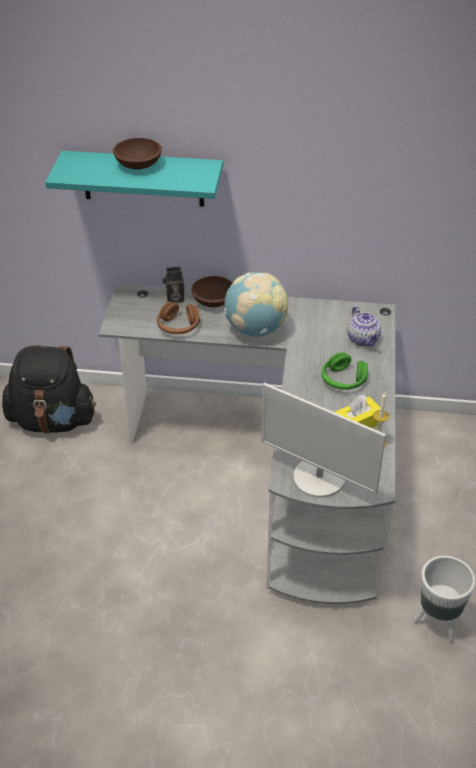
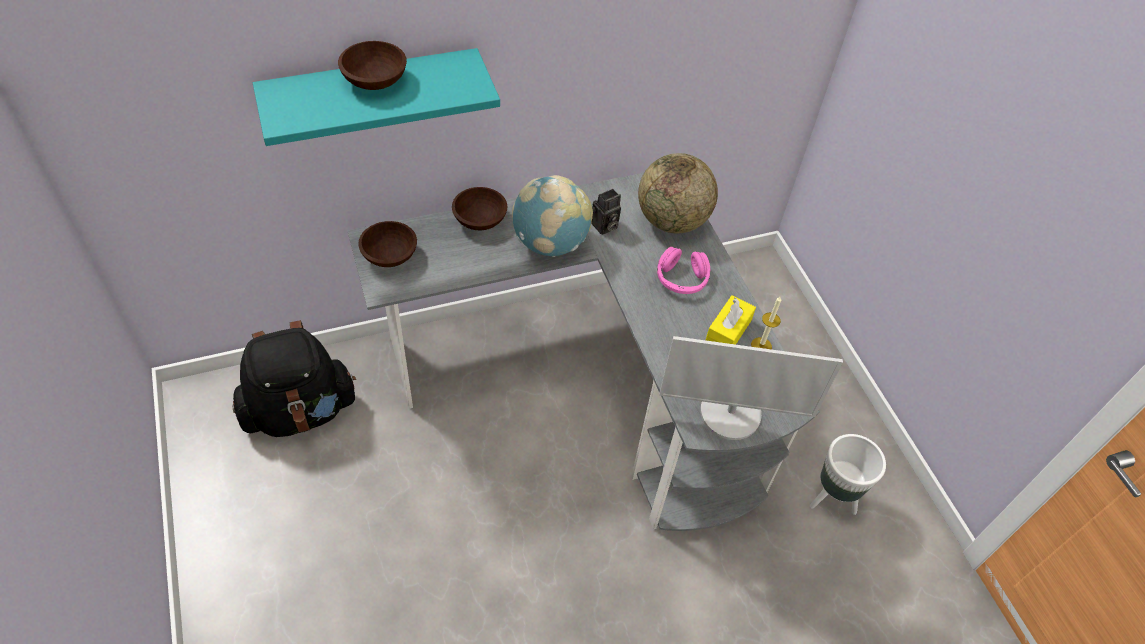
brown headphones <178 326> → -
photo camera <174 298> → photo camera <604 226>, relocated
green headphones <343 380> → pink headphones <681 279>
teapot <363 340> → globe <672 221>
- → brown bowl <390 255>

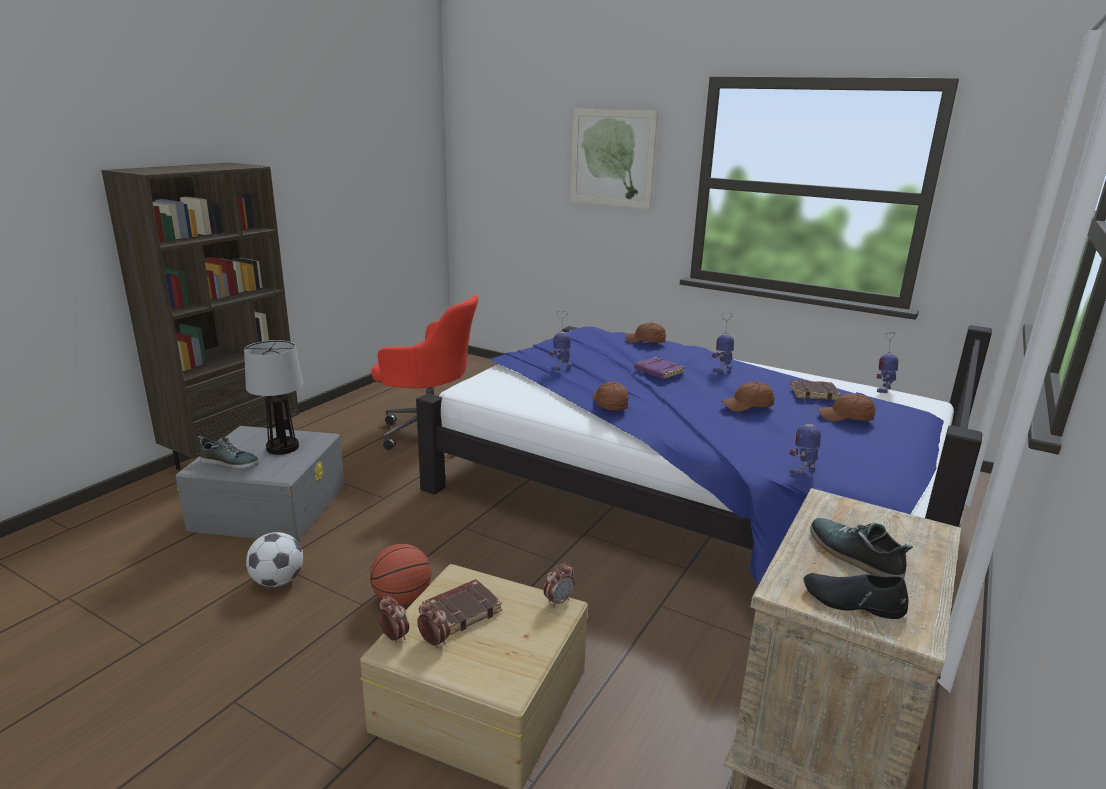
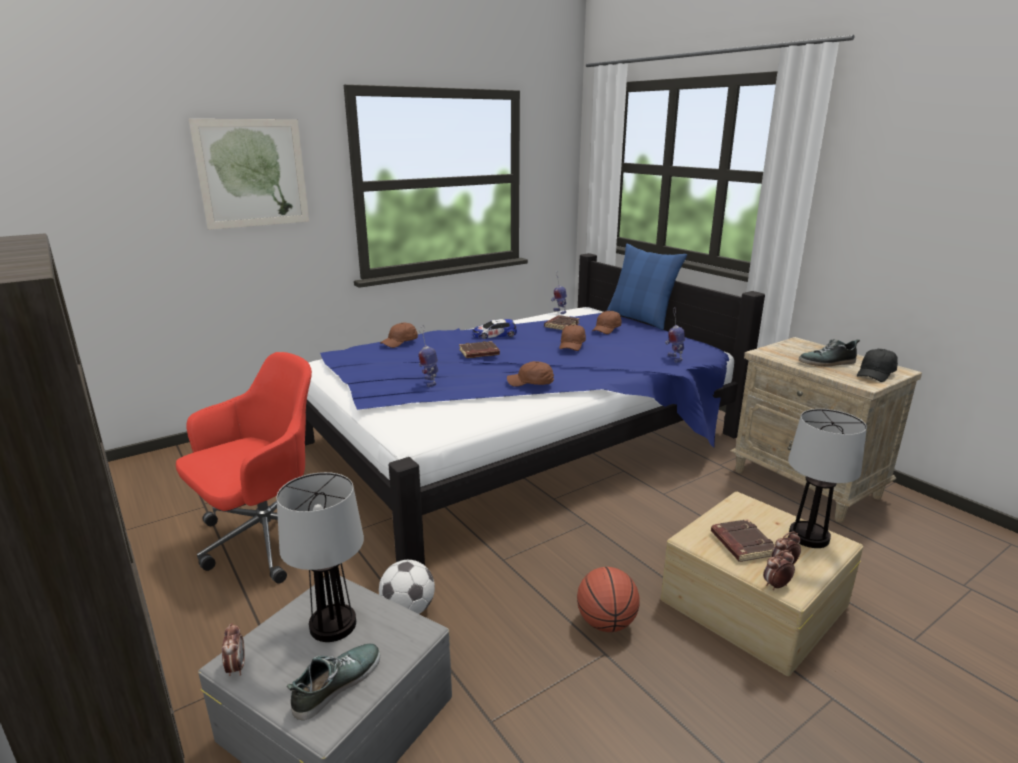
football <278 581> → football <408 610>, relocated
alarm clock <558 601> → alarm clock <236 667>, relocated
purple book <657 372> → brown book <479 353>
toy robot <723 369> → toy car <494 335>
black shoe <852 602> → black cap <875 374>
- → blue pillow <640 319>
- → table lamp <808 536>

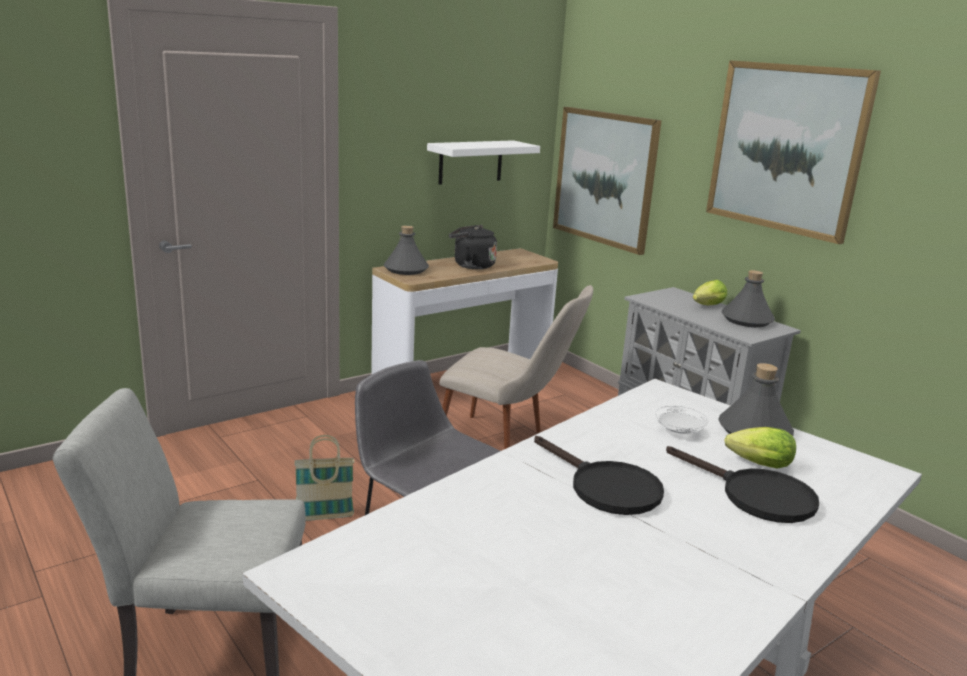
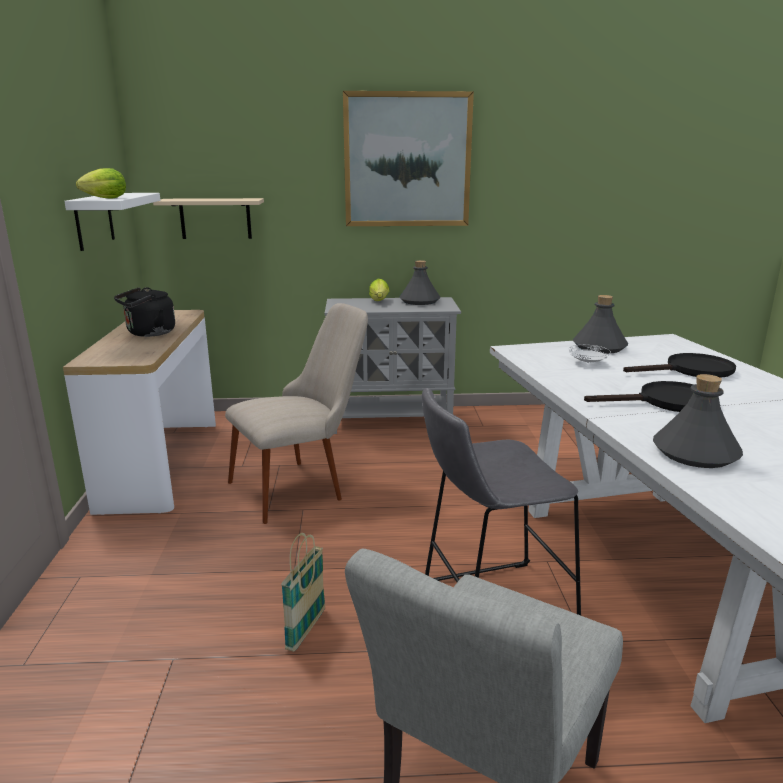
grey bottle <406 270> → grey bottle <696 453>, relocated
picture <605 178> → beige shelf <215 218>
lettuce <755 464> → lettuce <103 198>, relocated

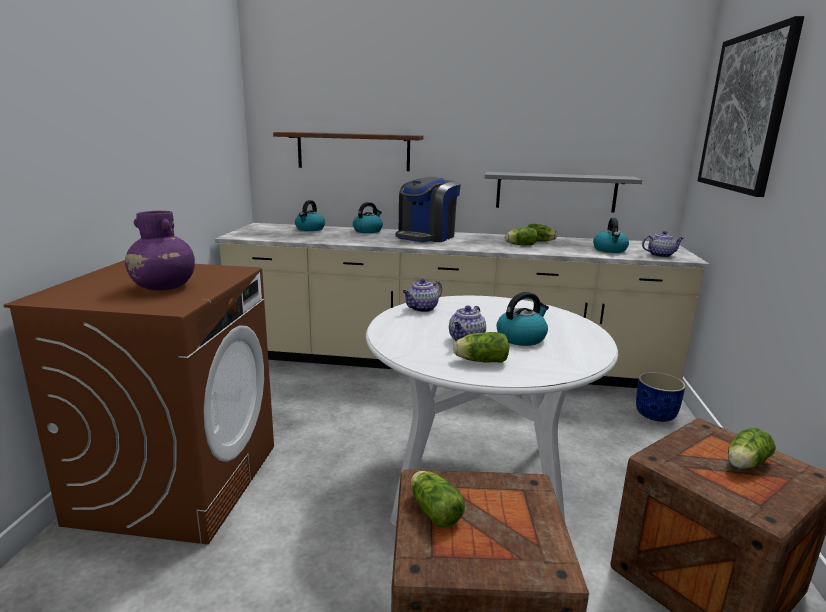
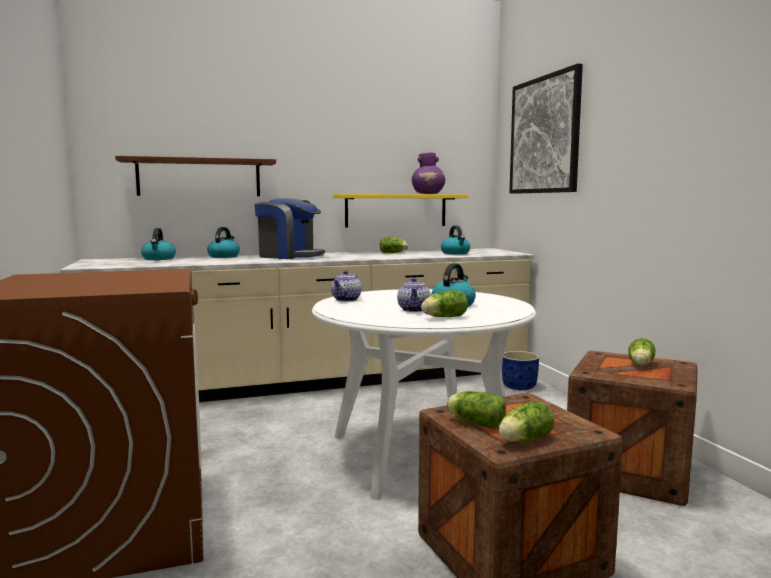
purple vase <164 287> → purple vase <428 194>, relocated
coffee machine <426 236> → coffee machine <289 256>, 75 degrees counterclockwise
grey shelf <556 192> → yellow shelf <396 210>
lettuce <519 245> → lettuce <523 440>, relocated
teapot <660 255> → -

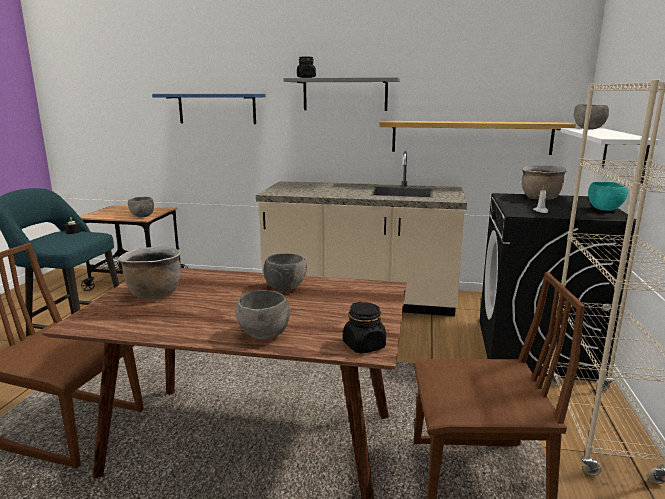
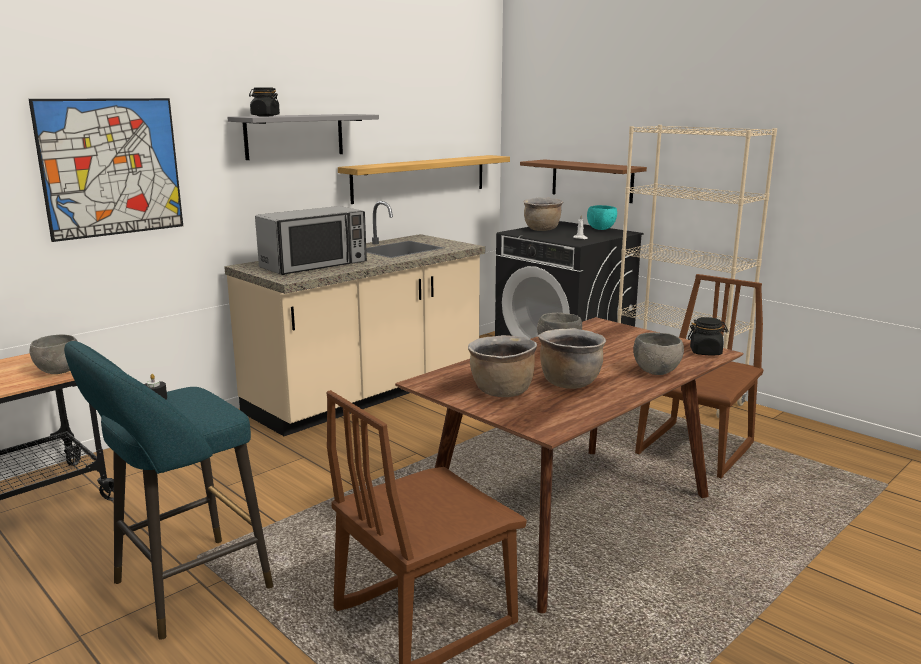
blue shelf <217 108> → picture <111 167>
white shelf <624 154> → brown shelf <592 180>
grey bowl <589 129> → -
- → microwave <314 265>
- → brown cooking pot <569 383>

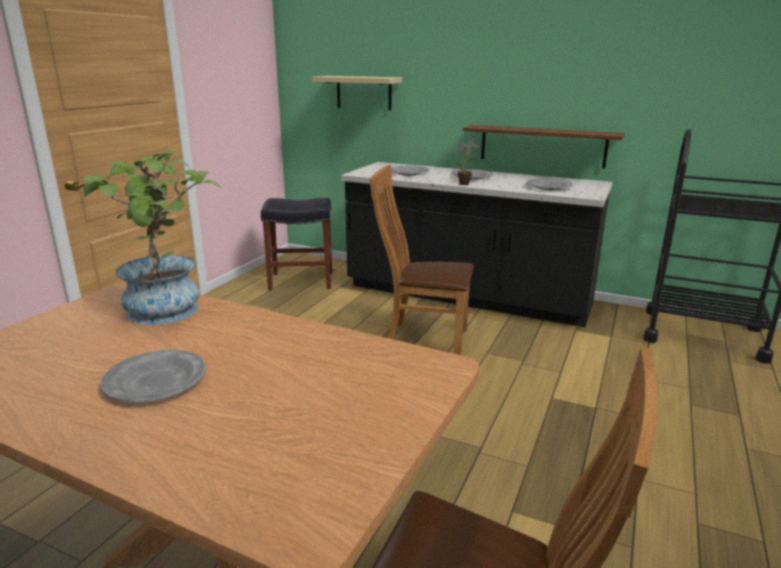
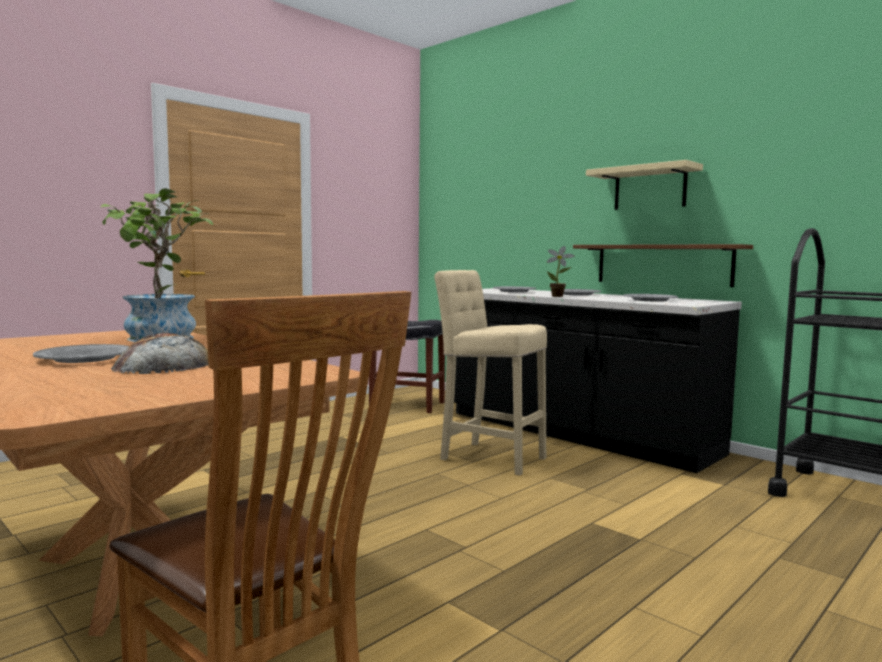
beige shelf <364 92> → beige shelf <650 188>, relocated
brown chair <422 337> → beige stool <488 457>
- → bread <164 364>

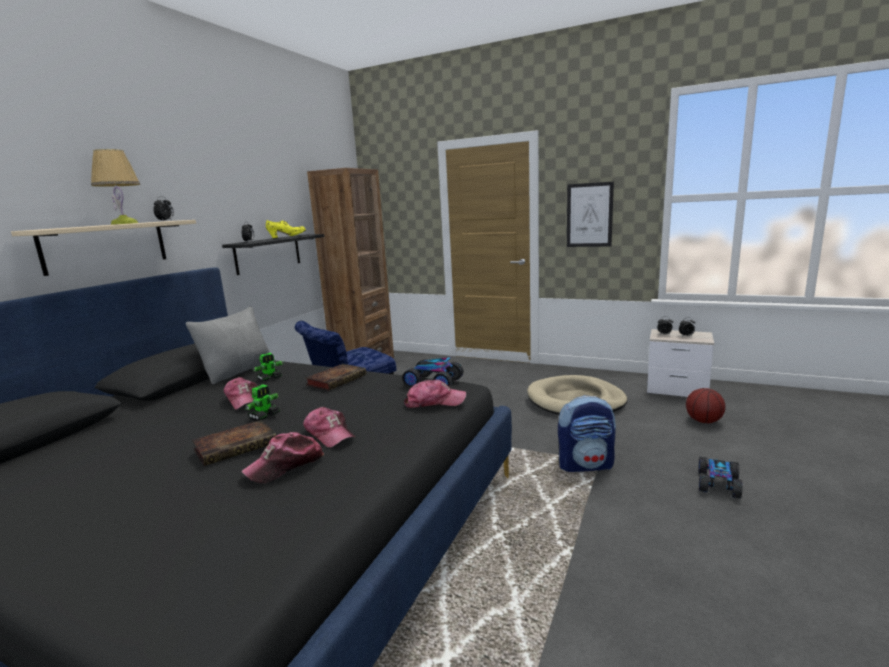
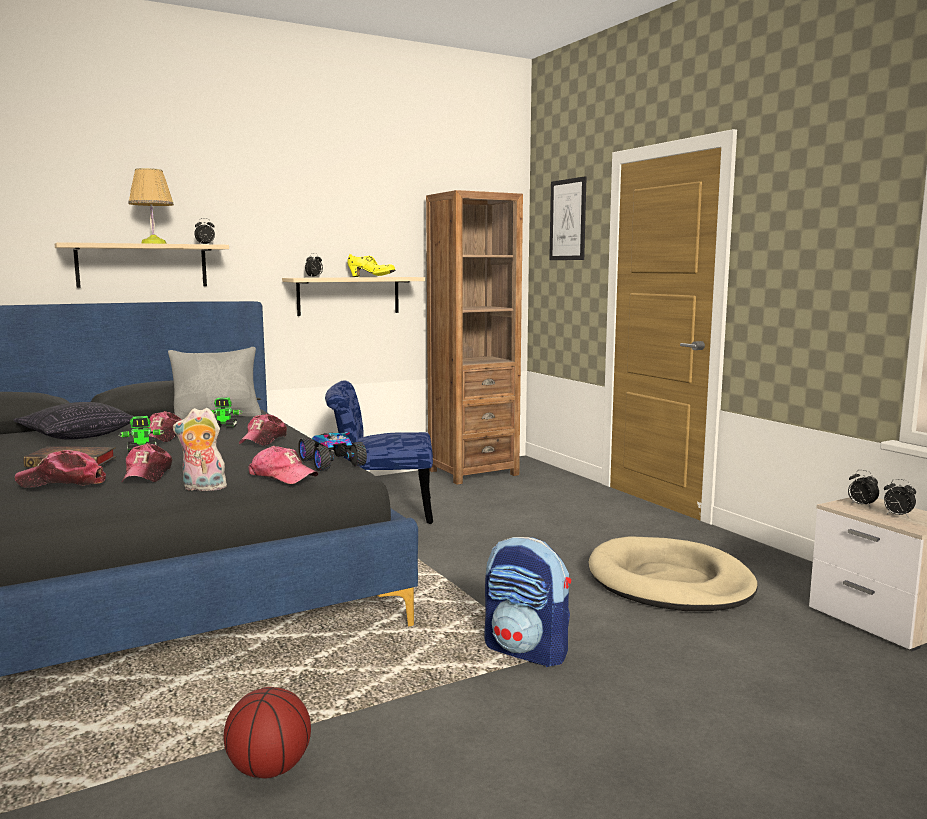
black shelf <268 253> → beige shelf <348 295>
book <337 379> → cap <264 440>
picture <589 215> → picture <568 220>, relocated
basketball <703 421> → basketball <270 769>, relocated
toy car <719 484> → -
- → pillow <79 436>
- → plush toy <202 488>

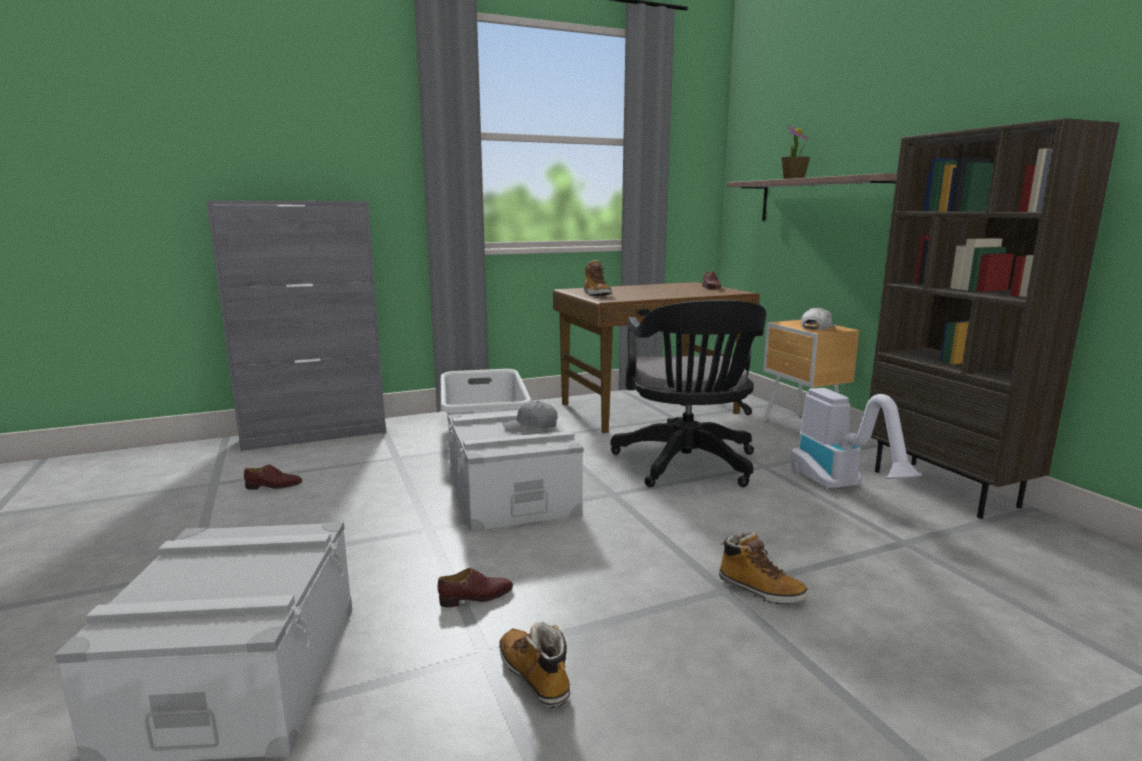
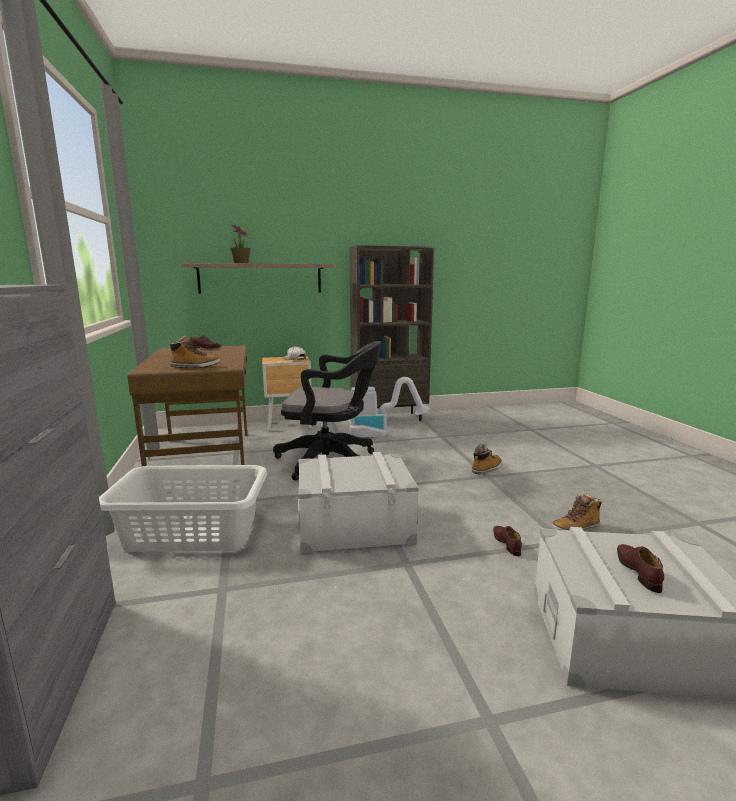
brown shoe <274 486> → brown shoe <638 571>, relocated
grey cap <531 427> → -

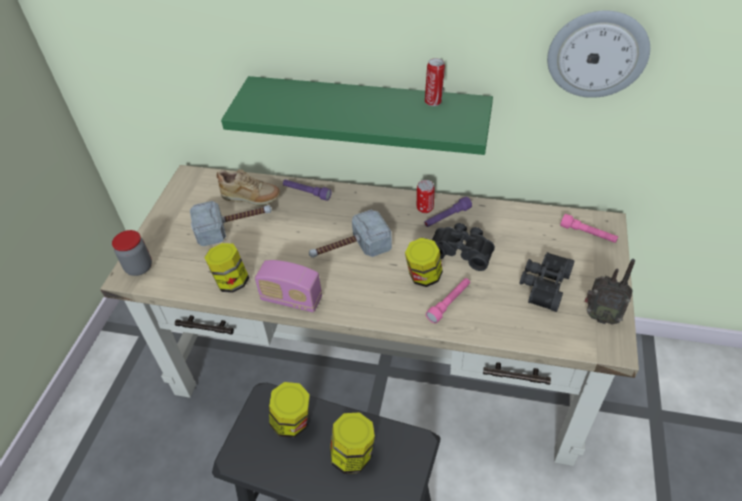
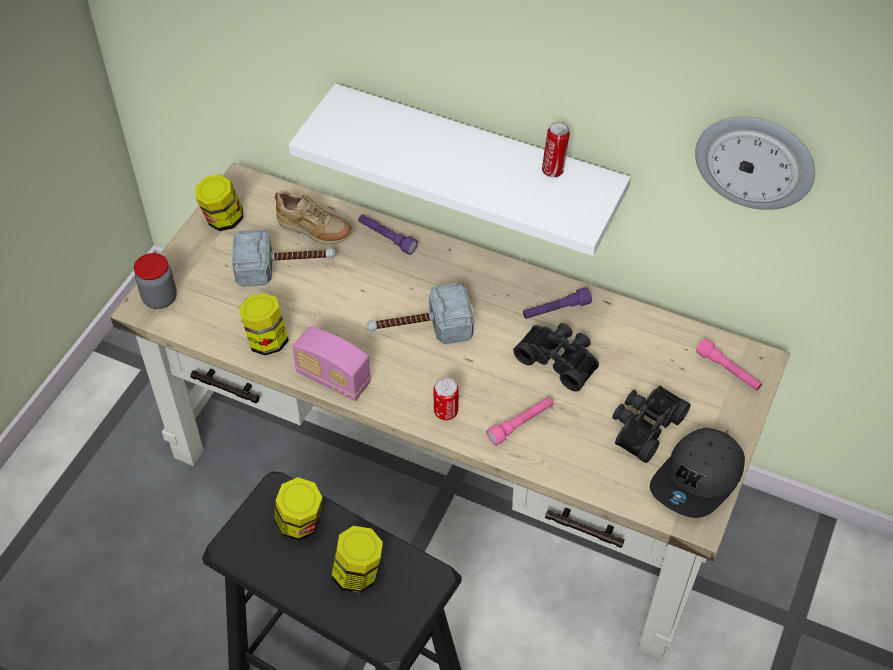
green shelf <367 113> → white shelf <477 159>
jar <423 277> → jar <223 220>, relocated
can <425 208> → can <446 412>, relocated
radio <600 316> → grey cap <698 480>

